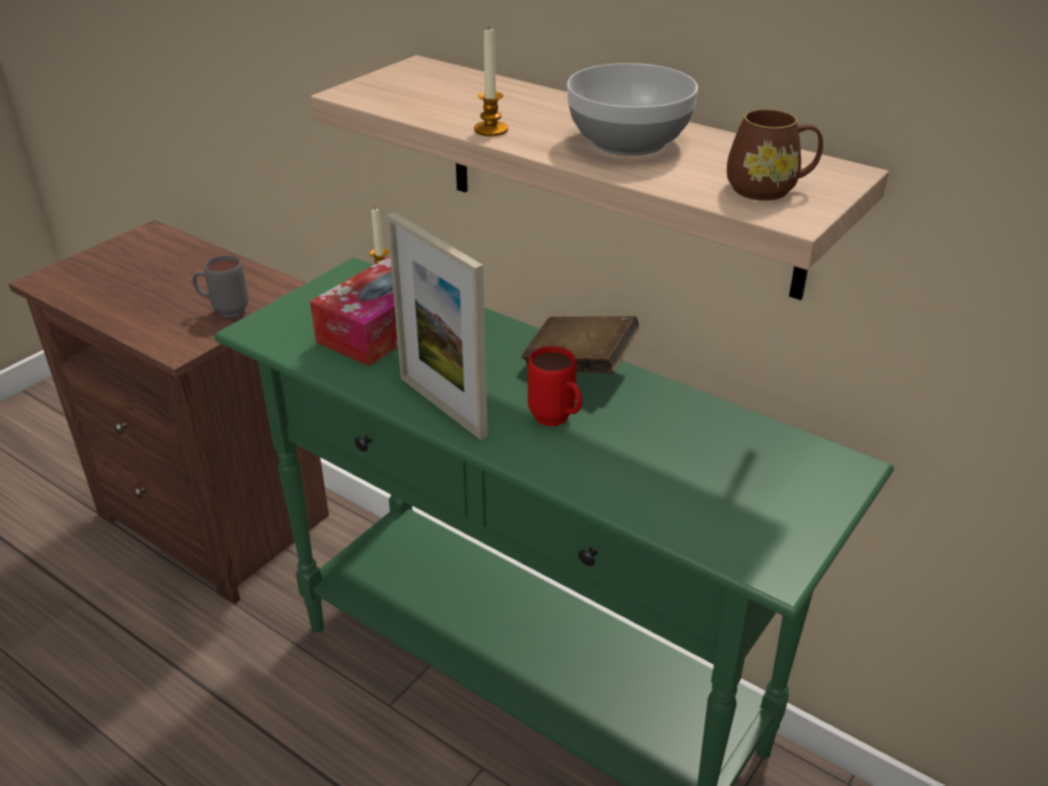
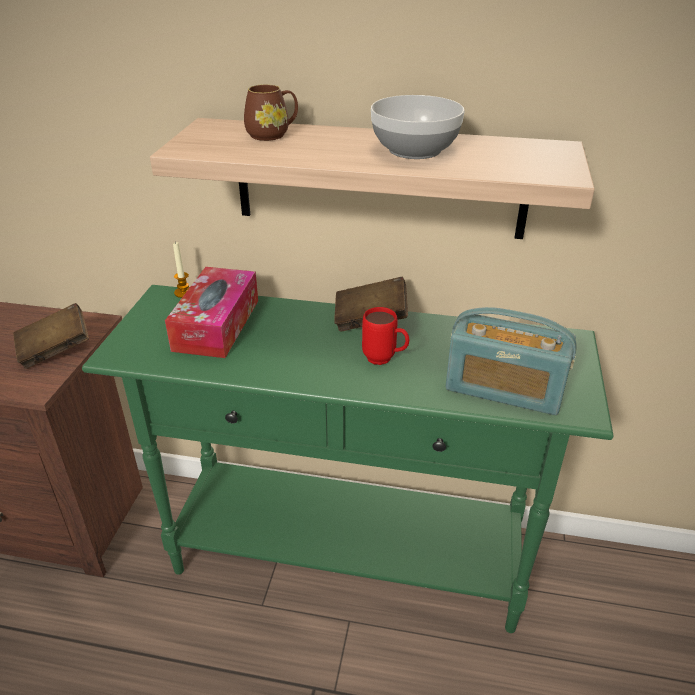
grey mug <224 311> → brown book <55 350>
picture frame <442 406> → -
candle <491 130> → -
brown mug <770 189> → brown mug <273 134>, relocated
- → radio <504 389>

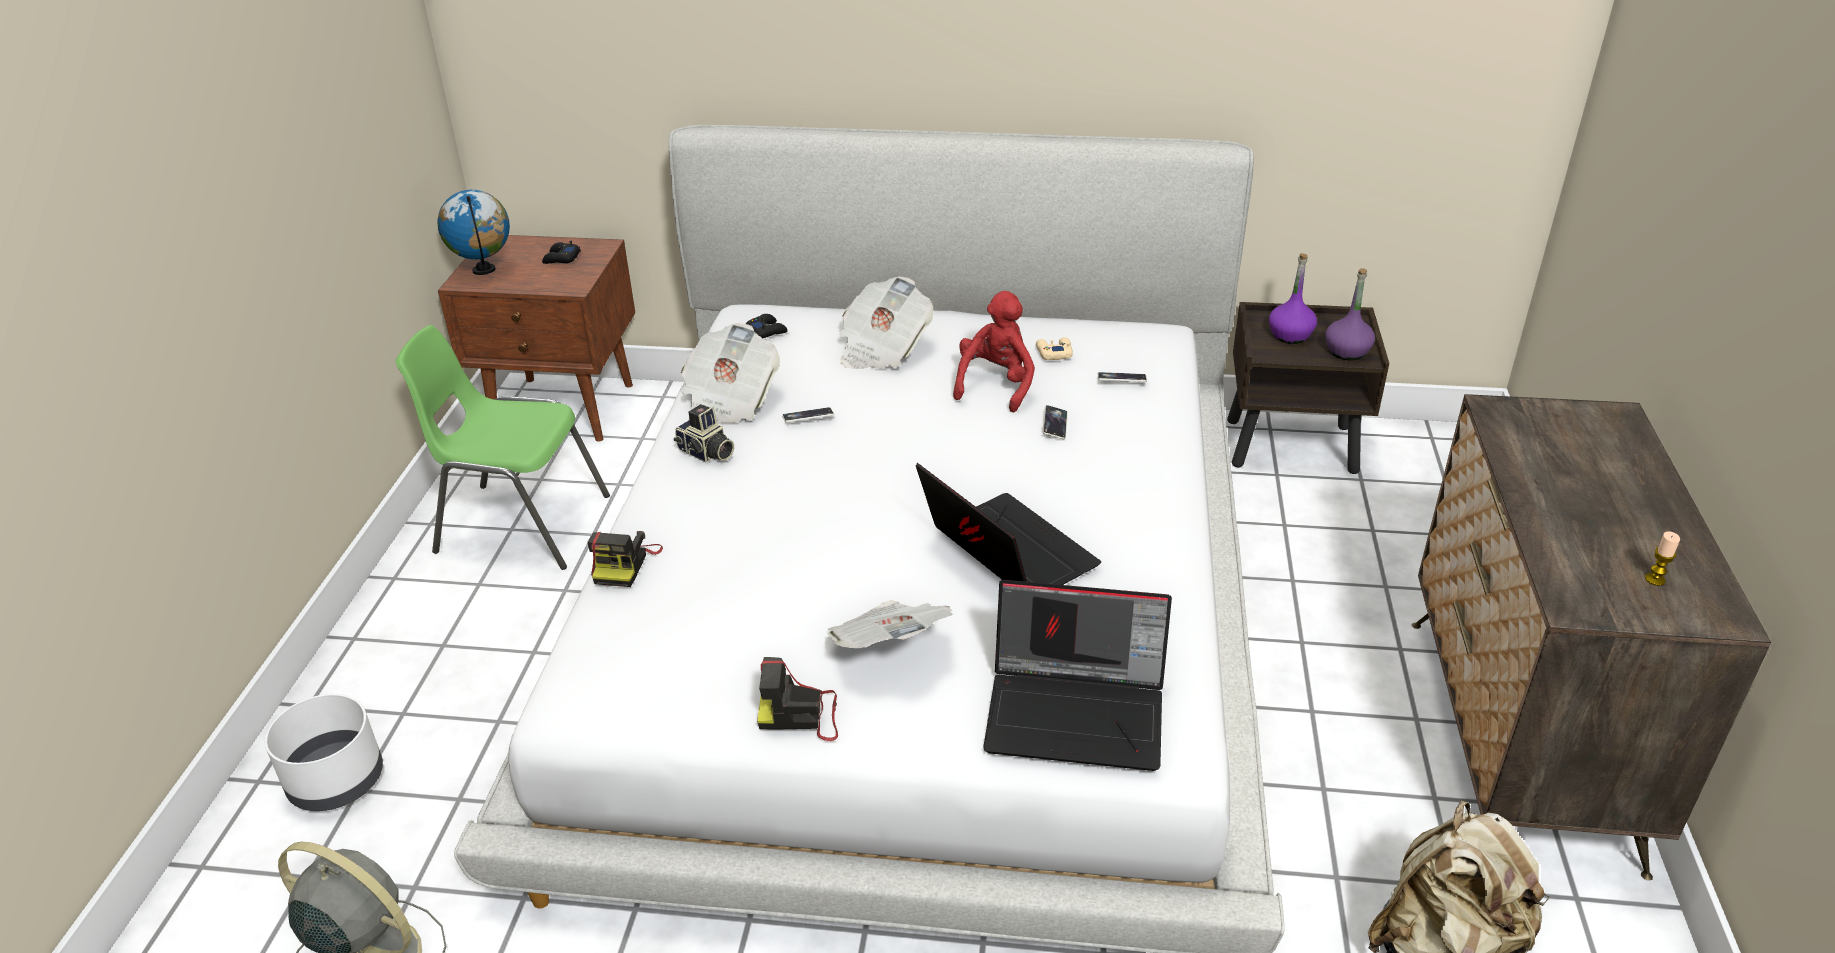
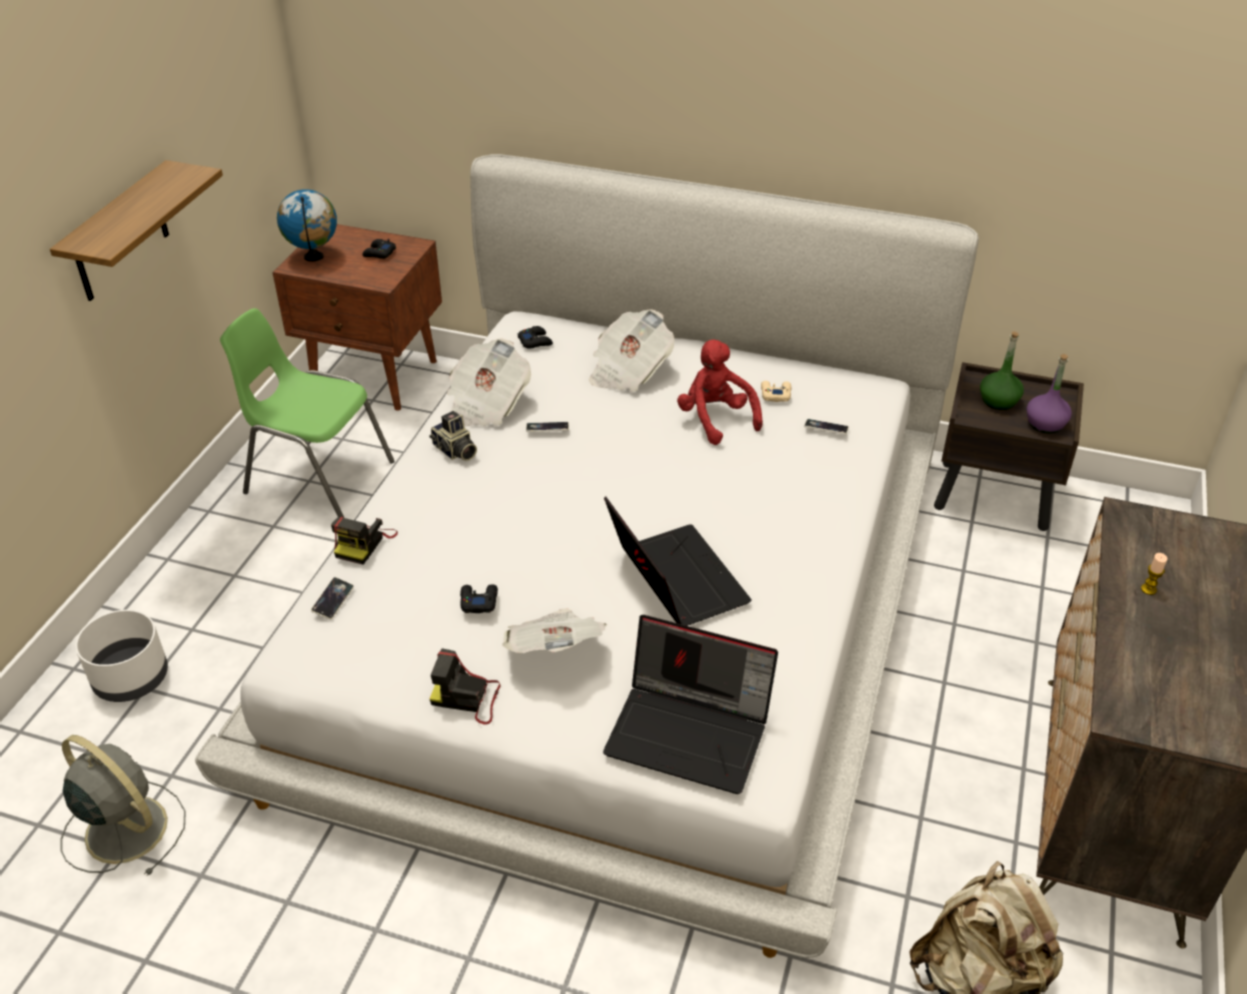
red plush toy <996 385> → red plush toy <715 419>, 60 degrees counterclockwise
phone <1055 425> → phone <333 600>, relocated
purple bottle <1290 335> → green bottle <999 401>
candle <1655 579> → candle <1148 589>, relocated
- → shelf <120 234>
- → black game controller <478 601>

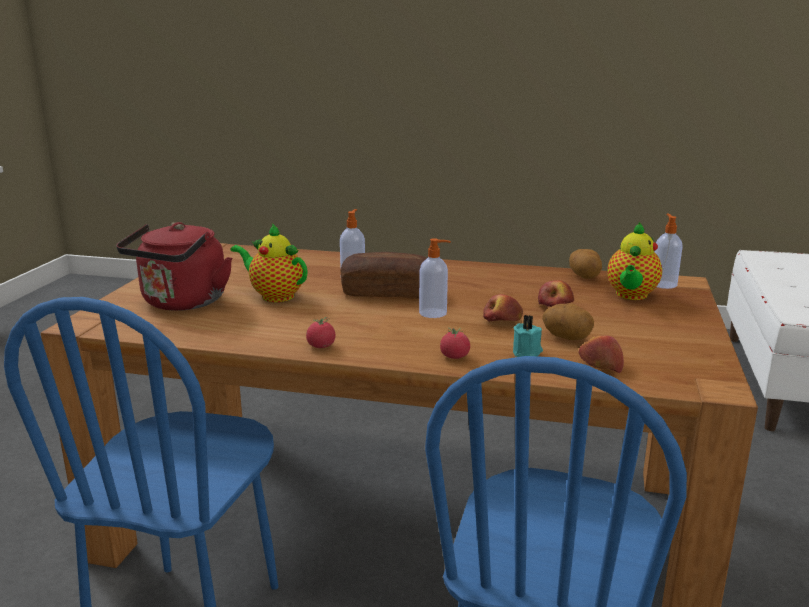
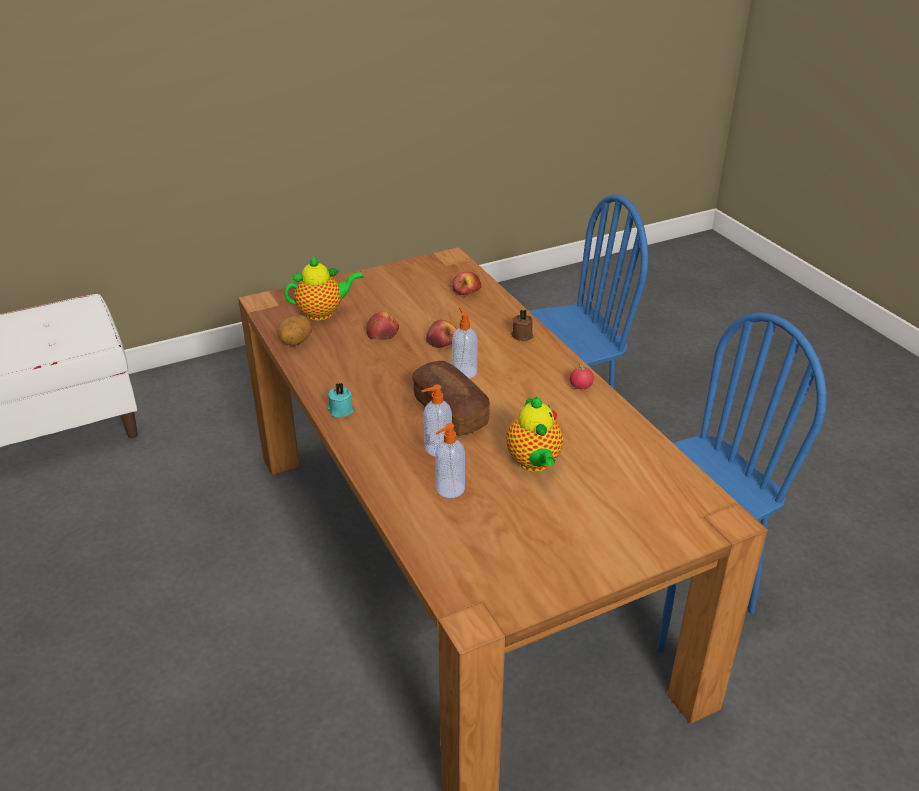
red kettle <182 303> → -
tomato <454 357> → brown candle <522 335>
turquoise candle <527 352> → turquoise candle <340 410>, relocated
potato <567 338> → -
soap dispenser <663 284> → soap dispenser <449 489>, relocated

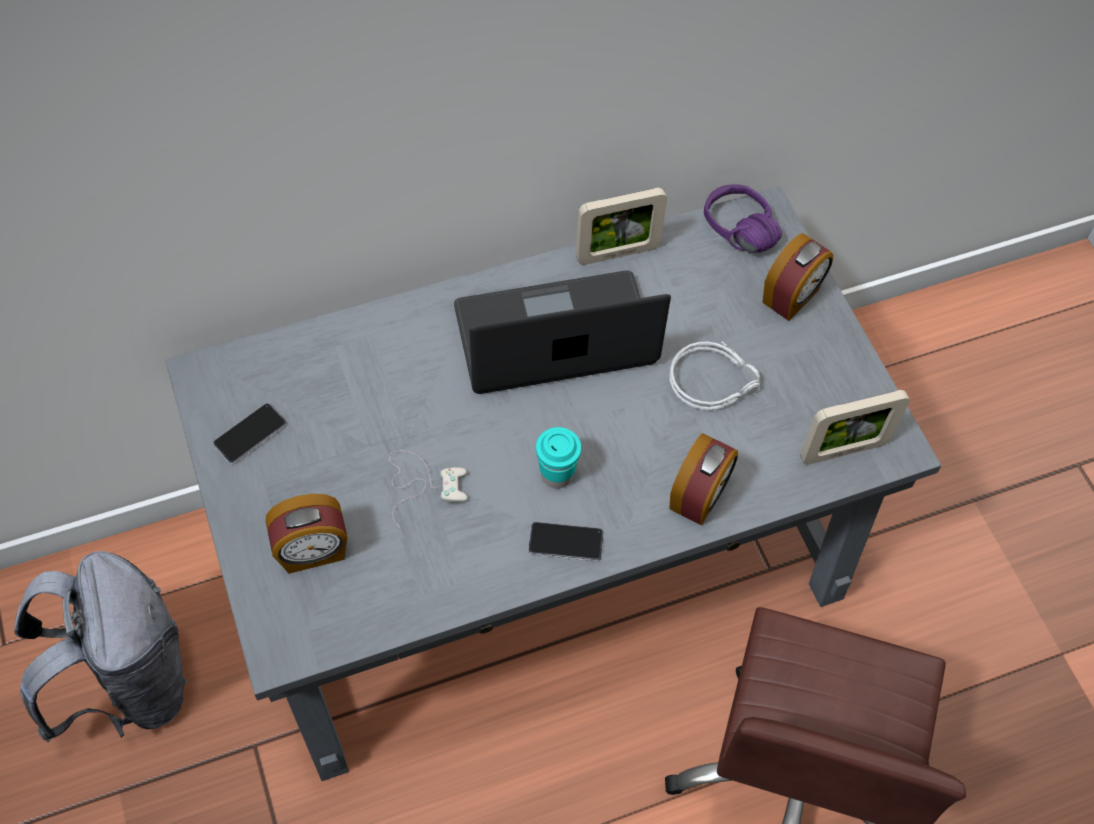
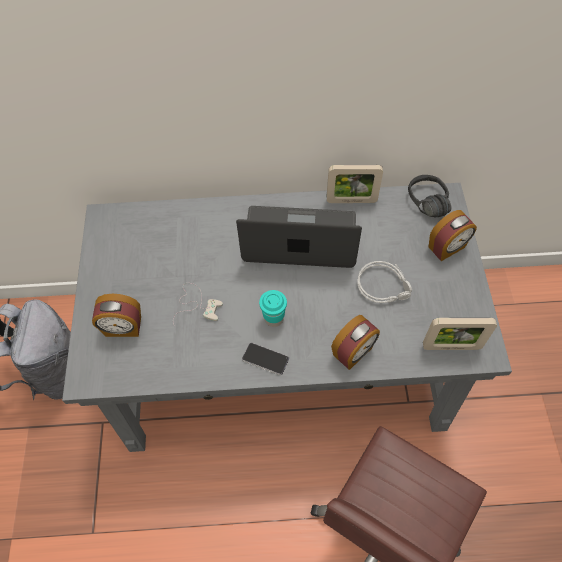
phone <250 434> → -
purple headphones <730 236> → black headphones <421 204>

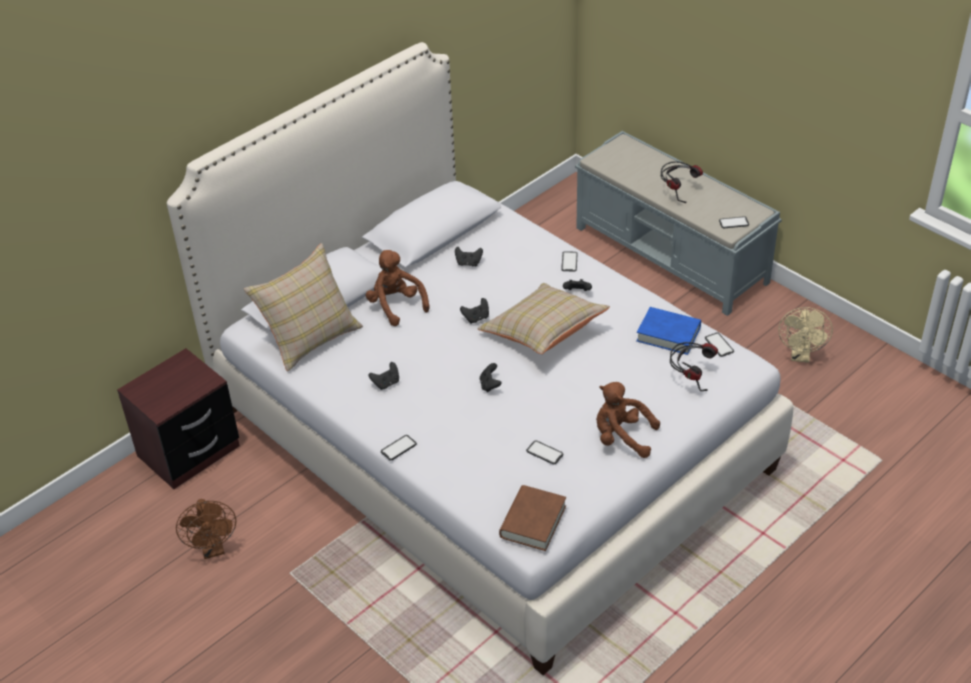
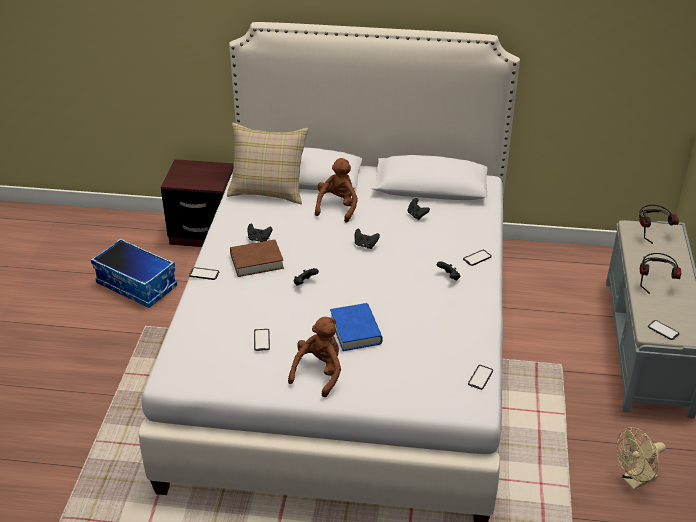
brown fan <213 549> → storage box <137 285>
beige pillow <543 333> → -
brown book <533 522> → brown book <257 261>, relocated
brown plush toy <622 437> → brown plush toy <319 372>, 45 degrees clockwise
blue book <668 334> → blue book <355 331>, relocated
headphones <690 378> → headphones <652 233>, relocated

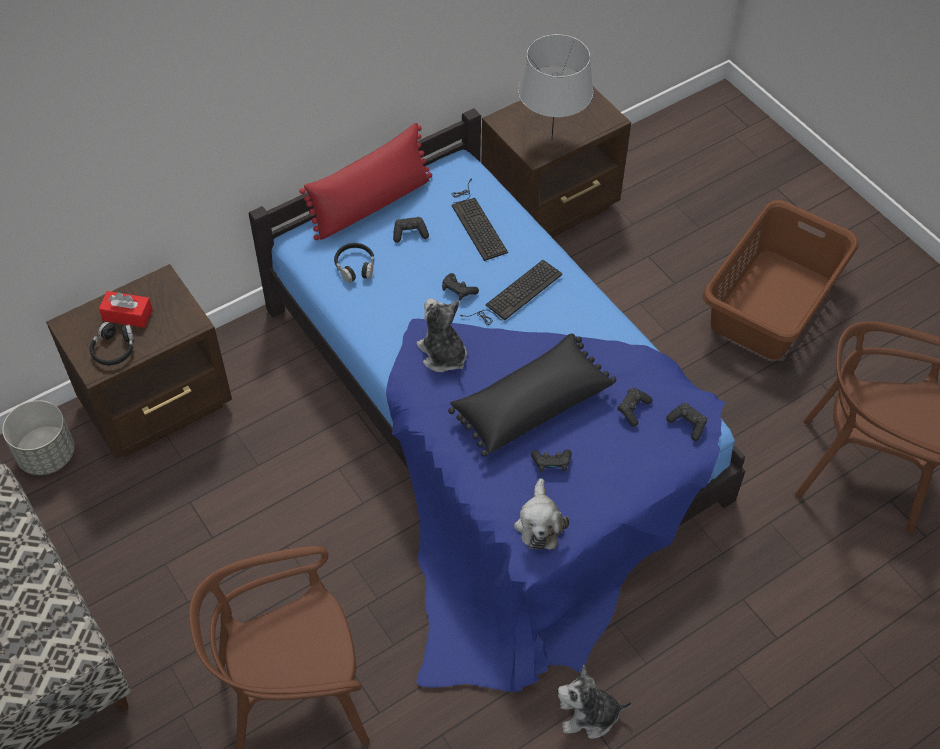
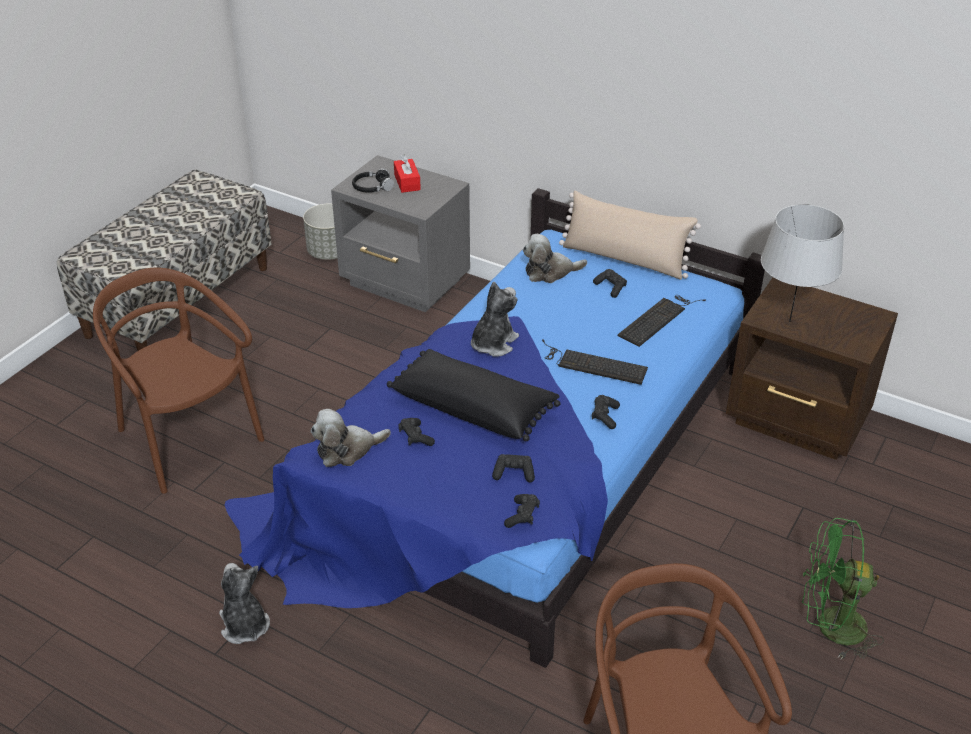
brown nightstand <159 405> → grey nightstand <405 283>
red pillow <371 204> → beige pillow <624 259>
black headphones <355 266> → plush toy <550 272>
black game controller <458 291> → black game controller <605 416>, relocated
brown laundry basket <772 304> → green fan <830 627>

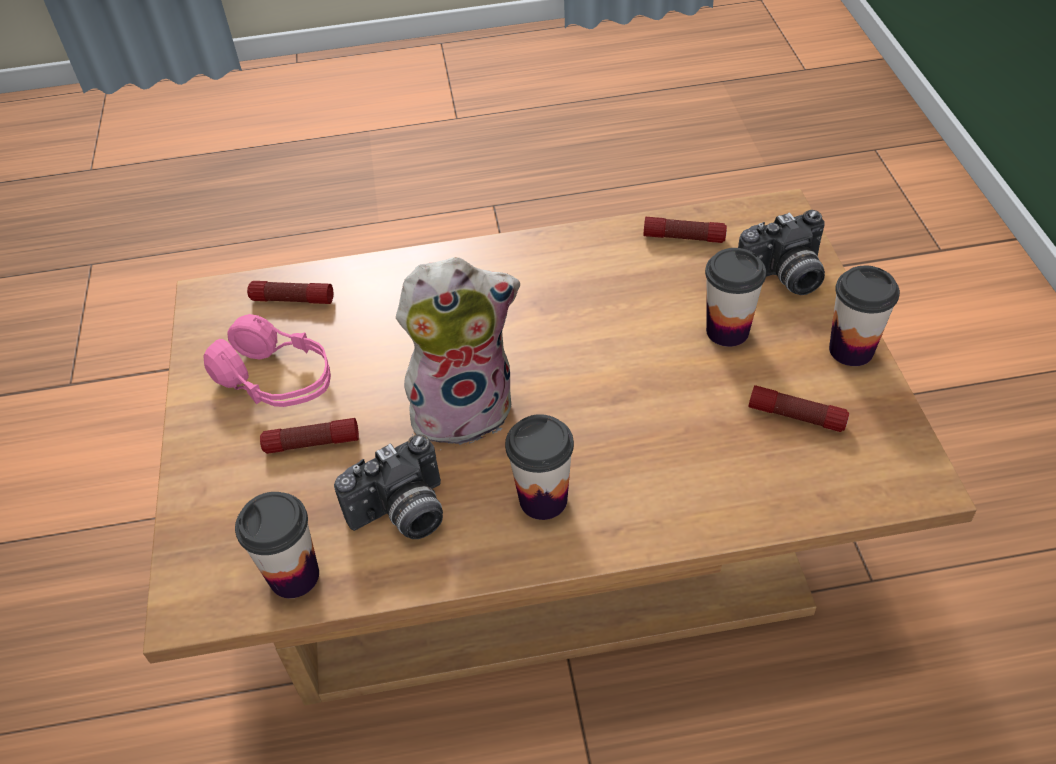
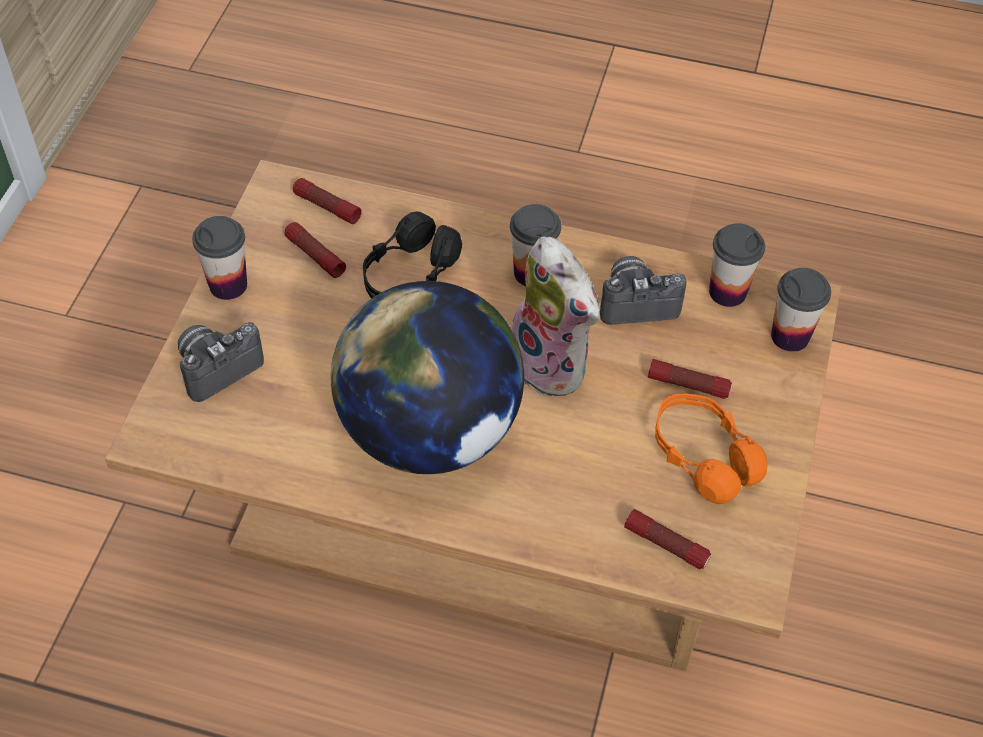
pink headphones <277 380> → orange headphones <702 457>
plush toy <464 408> → plush toy <554 364>, 135 degrees counterclockwise
flashlight <684 237> → flashlight <327 207>, relocated
cup <727 331> → cup <790 336>, relocated
photo camera <783 279> → photo camera <216 367>, 45 degrees counterclockwise
- → globe <429 431>
- → black headphones <409 275>

